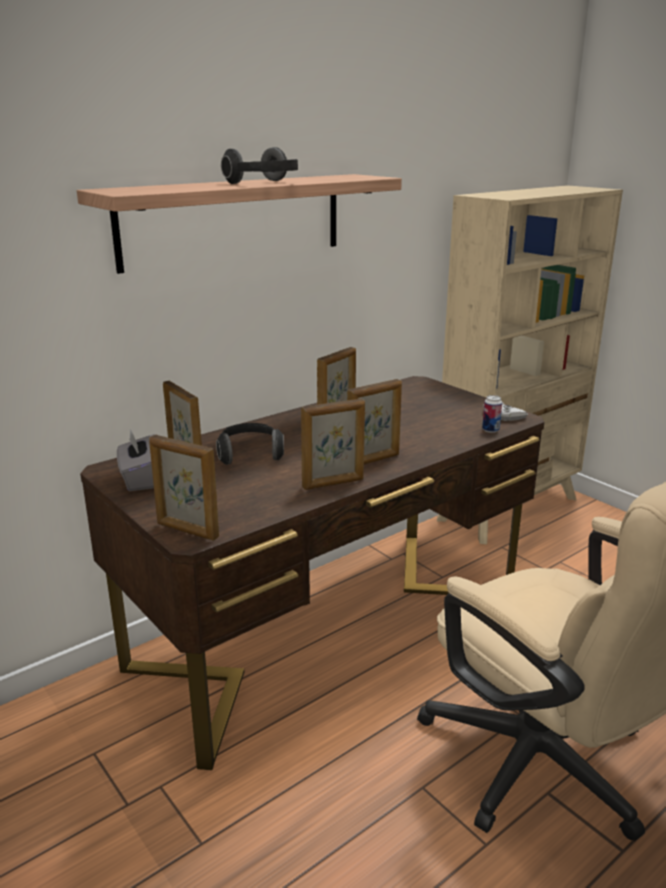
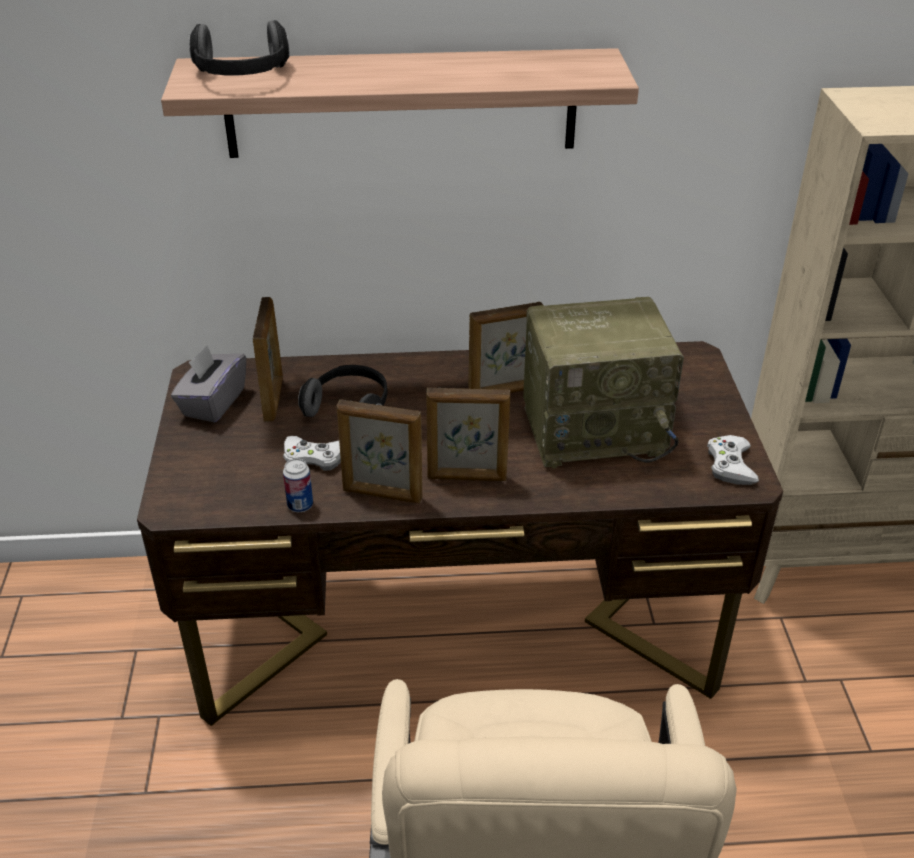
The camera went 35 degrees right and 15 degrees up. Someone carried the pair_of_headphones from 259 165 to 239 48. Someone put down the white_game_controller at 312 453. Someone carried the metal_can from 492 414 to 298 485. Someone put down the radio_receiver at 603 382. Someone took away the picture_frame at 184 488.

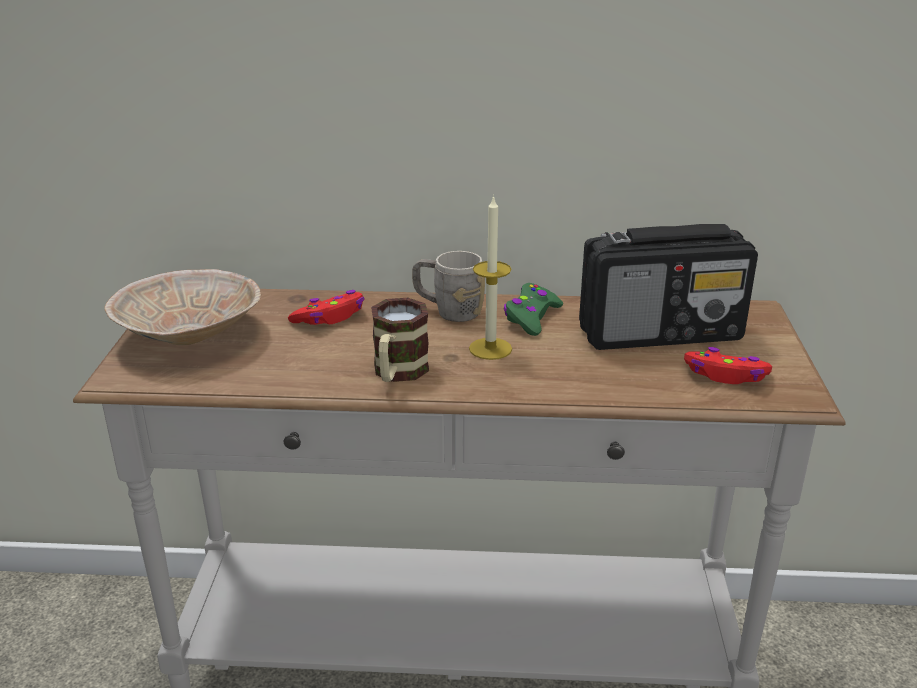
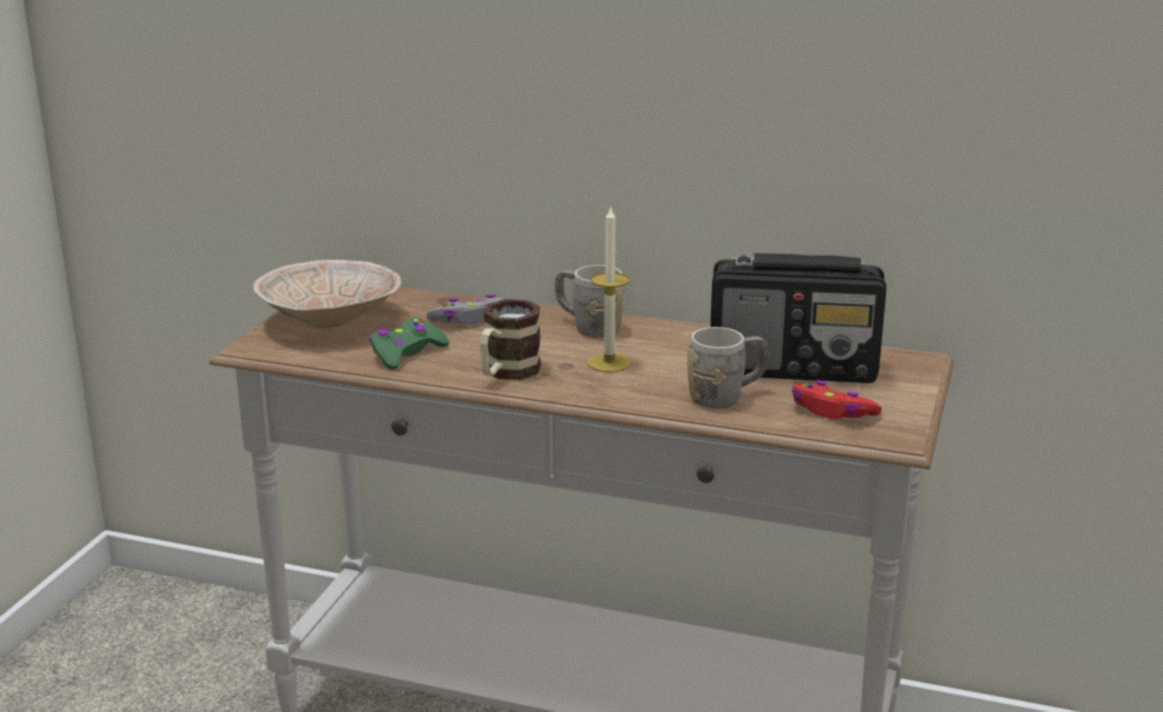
The camera went 15 degrees right and 5 degrees down. Someone carried the green_game_controller from 533 309 to 409 343. Someone repainted the red-coloured_game_controller at 326 307, which became the gray_game_controller at 465 309. Someone put down the gray_mug at 728 367.

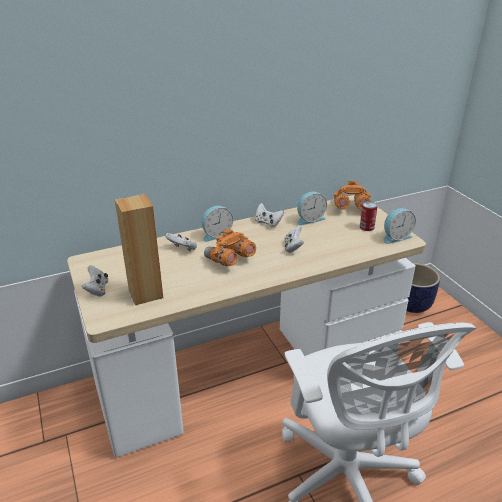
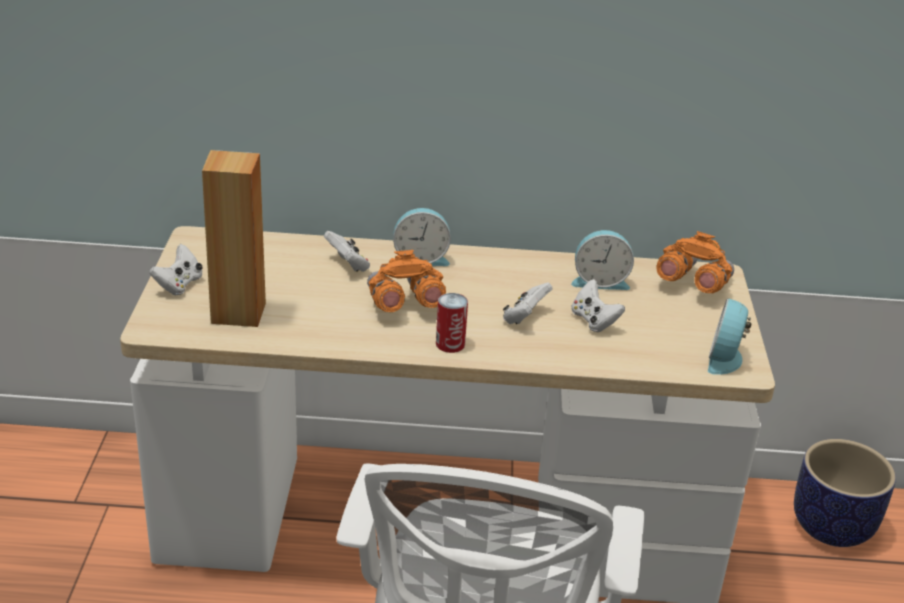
The camera went 25 degrees right and 0 degrees up. Someone carried the metal_can from 369 216 to 452 323. Someone carried the white_game_controller from 269 215 to 598 305. Someone rotated the bedside_clock at 400 226 by 105 degrees clockwise.

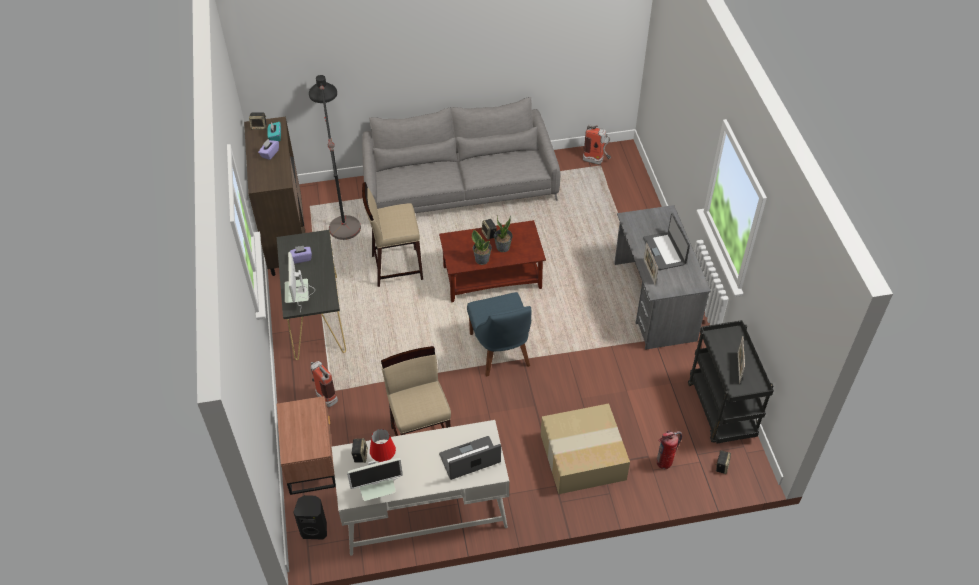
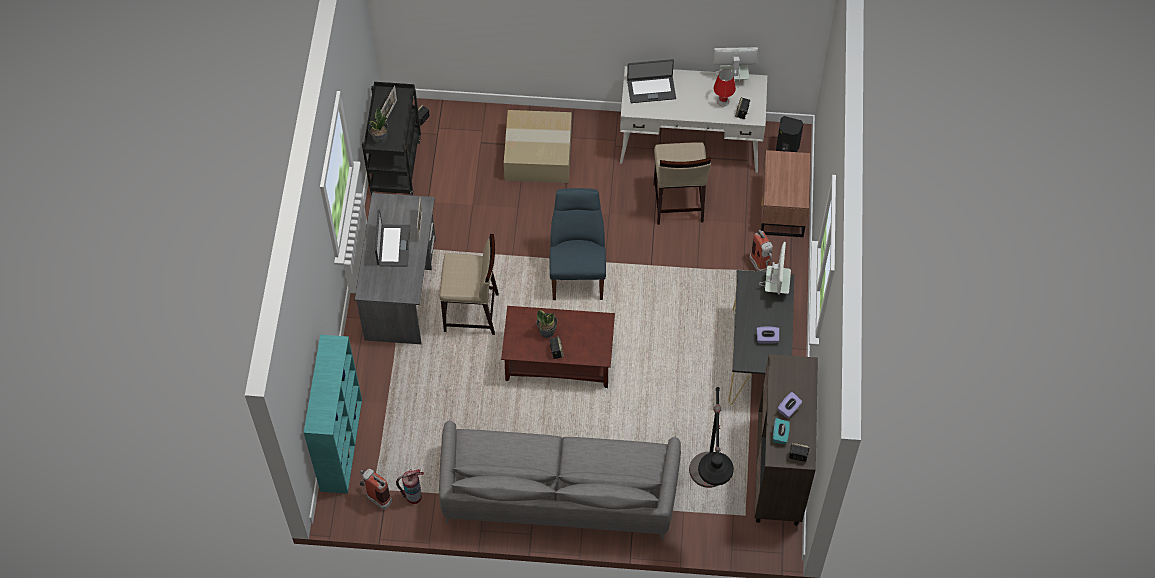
The camera went 165 degrees left and 10 degrees up. Someone put down the blue-green_bookshelf at 333 414. Someone carried the potted_plant from 482 247 to 378 125. Someone carried the fire_extinguisher from 669 449 to 410 486. Someone carried the beige-coloured_stool_seat from 392 234 to 469 284.

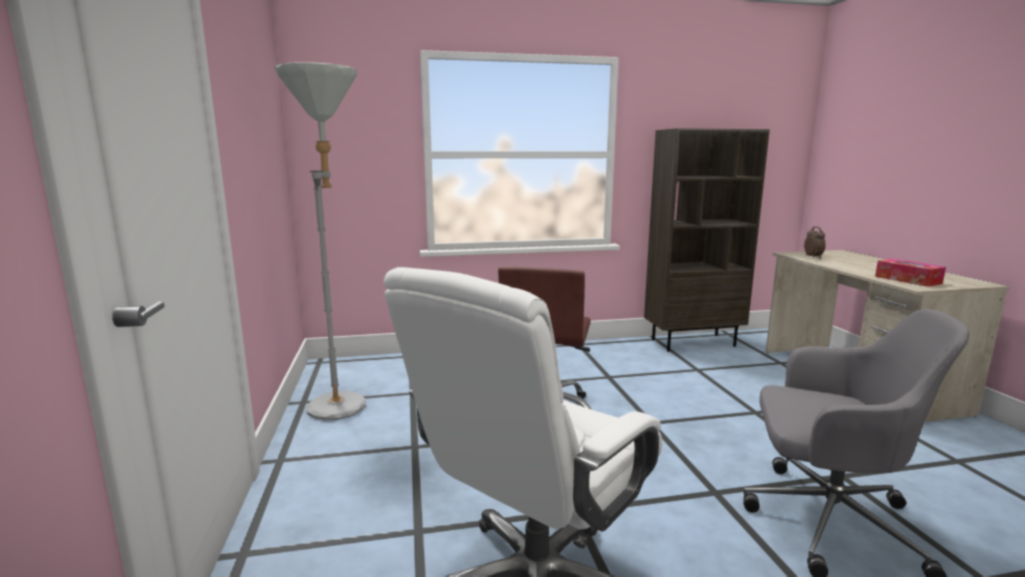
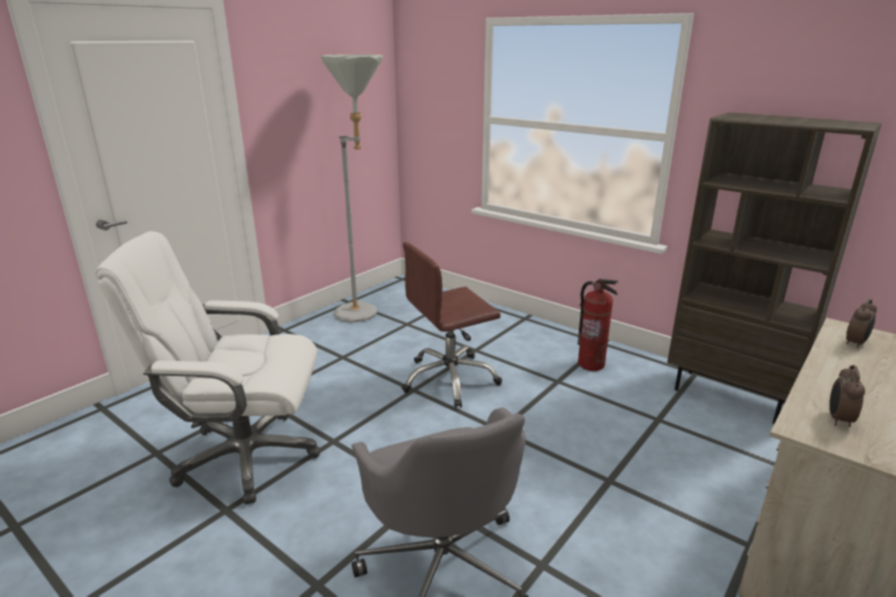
The camera went 50 degrees right and 10 degrees up. Someone put down the fire_extinguisher at 597 324. Someone swapped the box_of_tissues at 910 273 for the bedside_clock at 847 396.

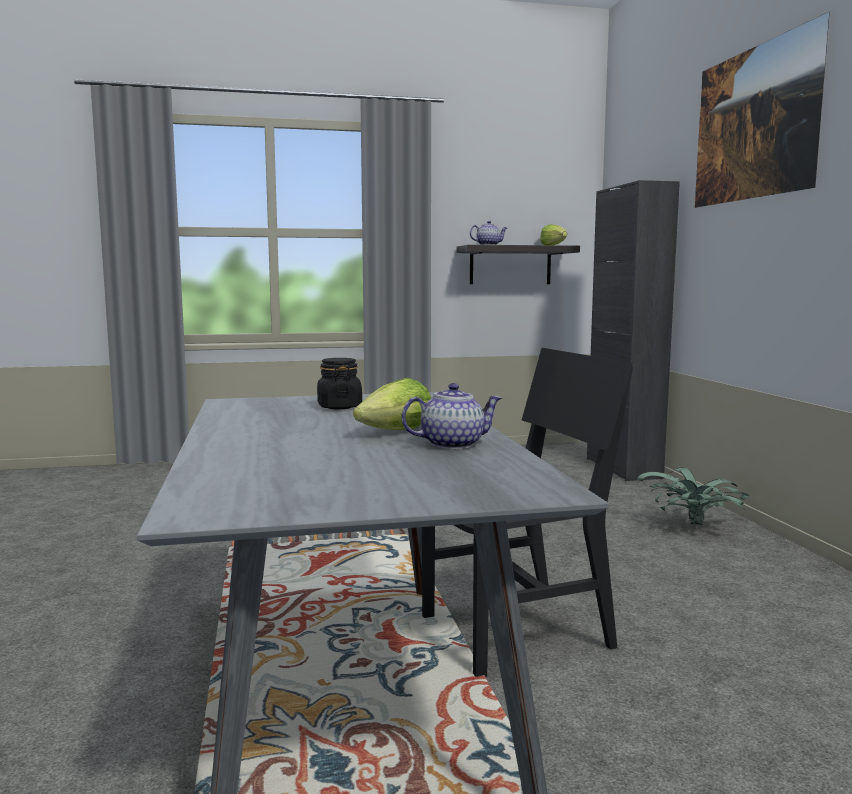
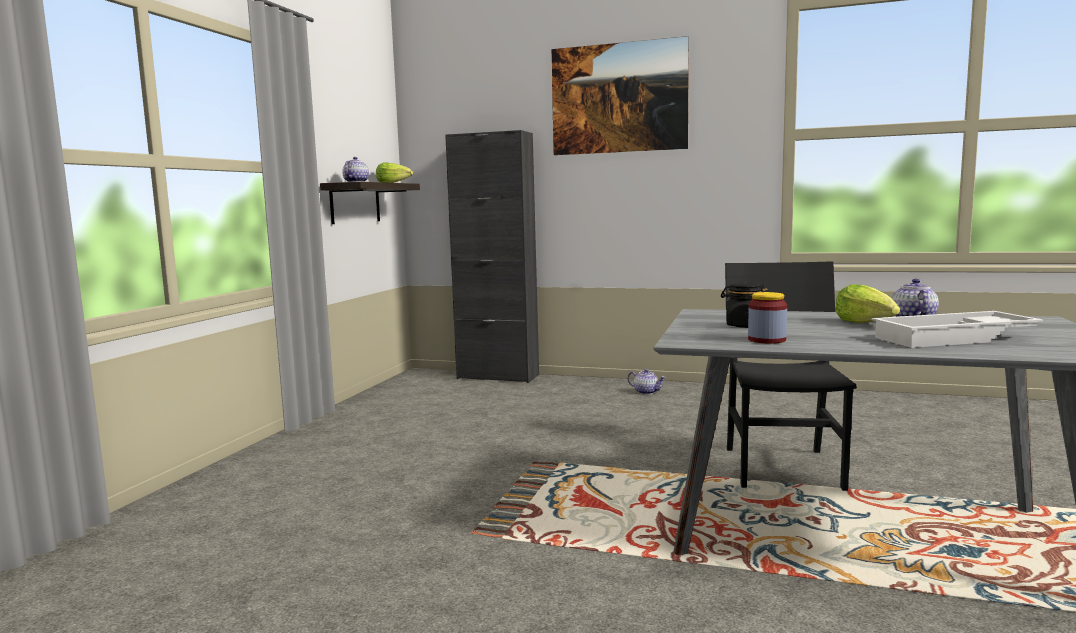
The camera went 60 degrees left and 0 degrees up. Someone swapped the potted_plant at 693 497 for the pot_for_tea at 646 382. Someone put down the preserve_jar at 767 318. Someone put down the white_carrying_tray at 957 329.

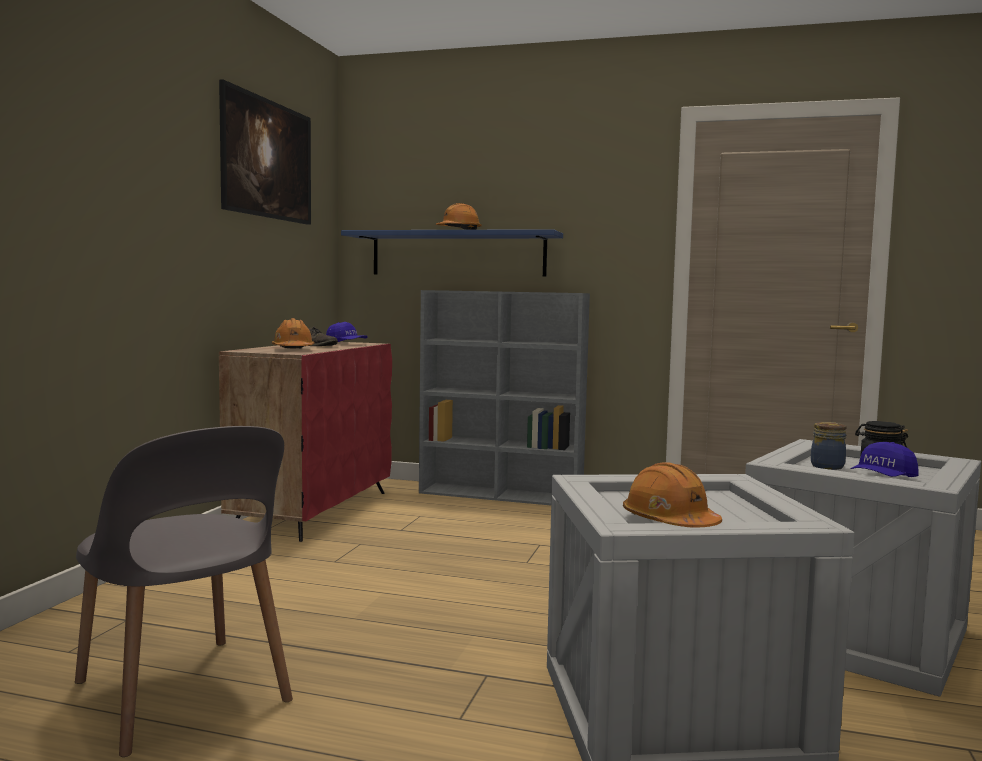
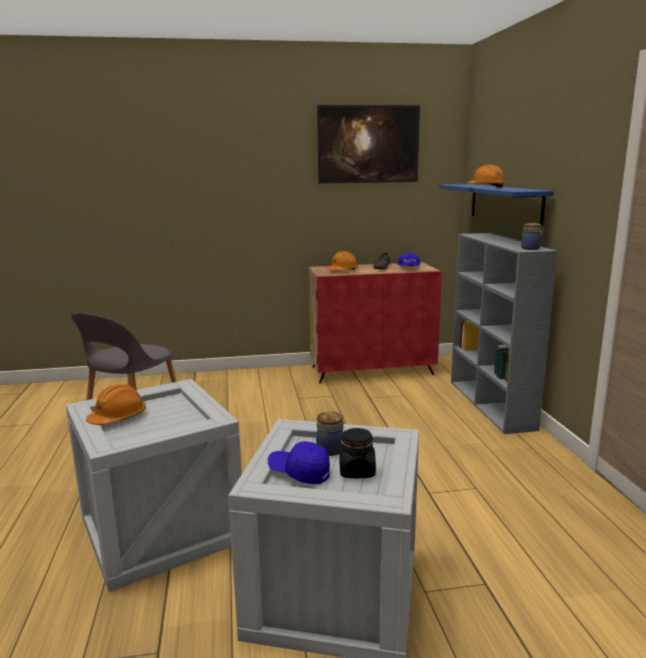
The camera went 65 degrees right and 10 degrees up. Someone put down the preserve_jar at 532 236.

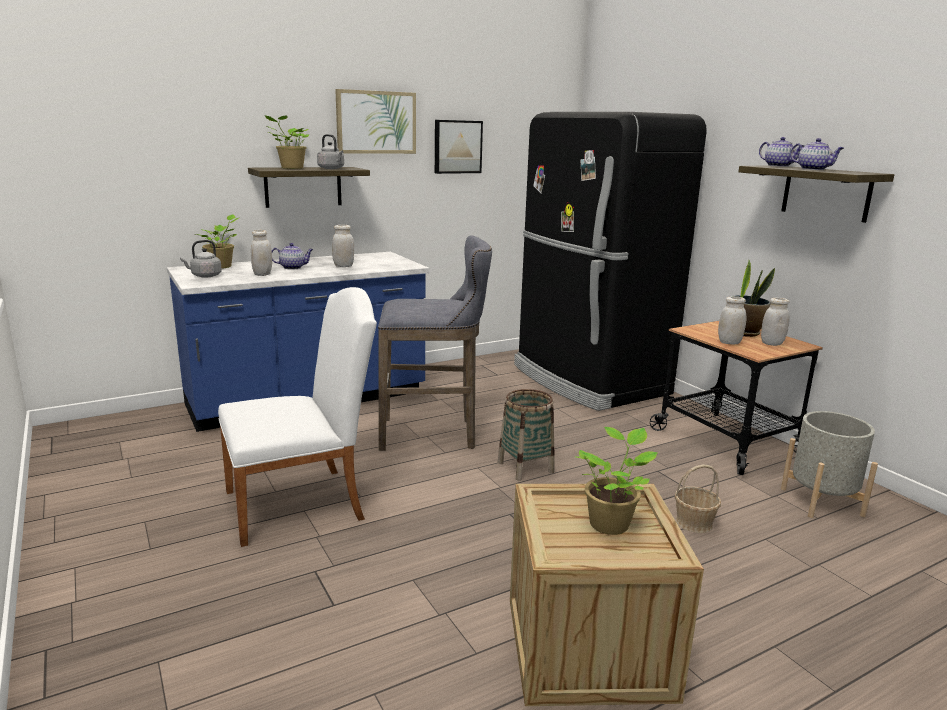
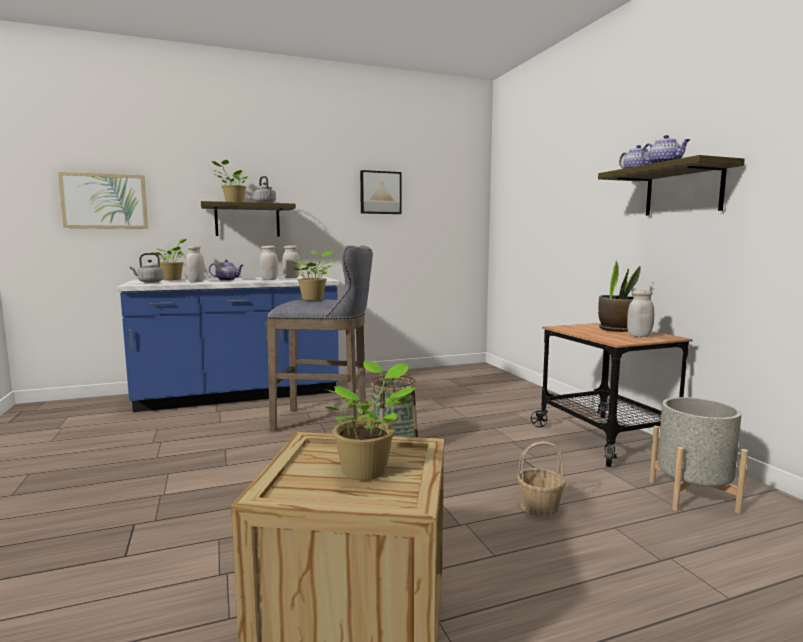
The camera went 10 degrees right and 10 degrees down. Someone carried the wall_picture from 375 121 to 103 200. Someone carried the white_preserve_jar from 732 321 to 291 261. Someone put down the potted_plant at 313 275. Someone took away the white_plain_chair at 297 417. Someone took away the black_refrigerator at 610 261.

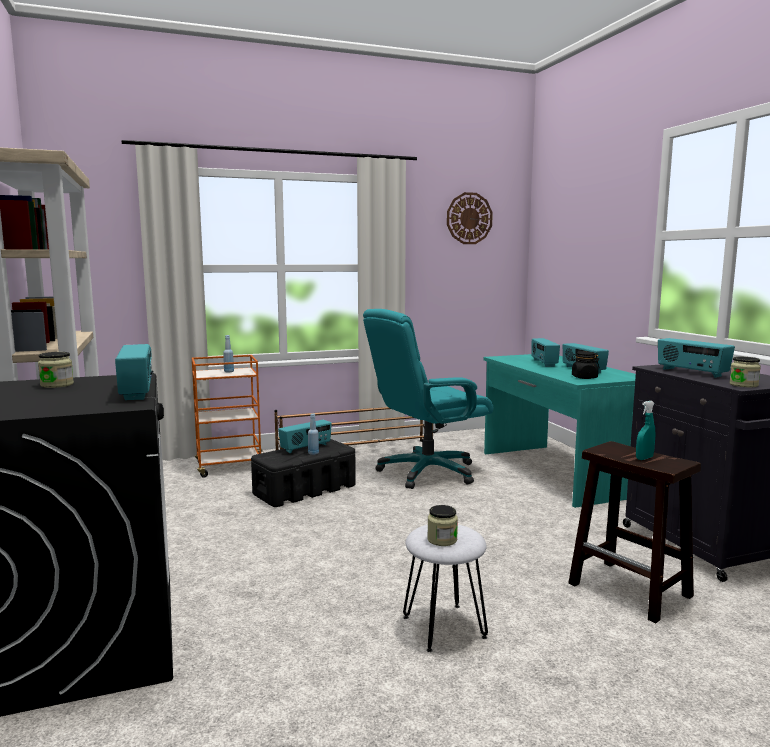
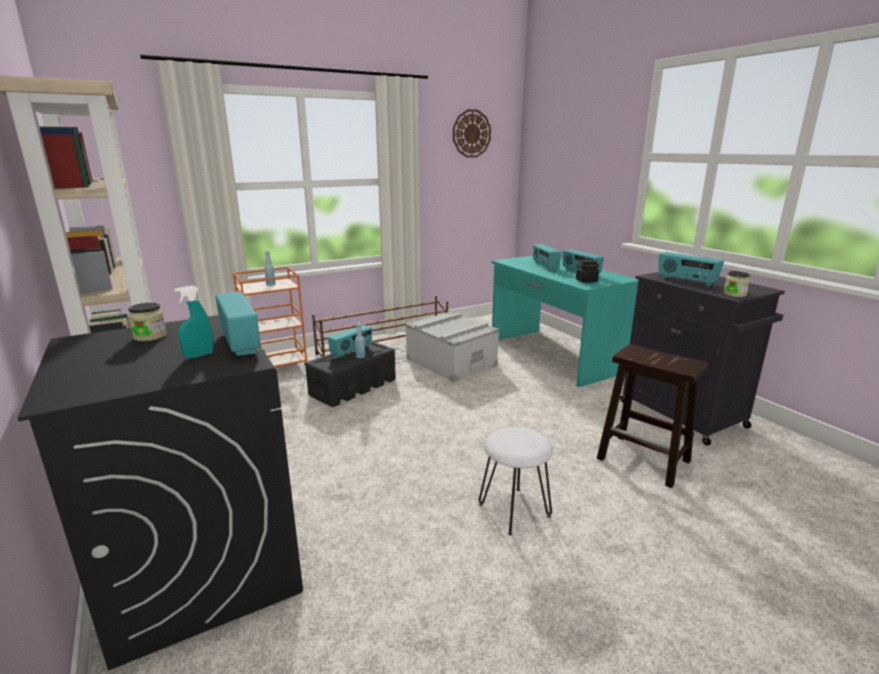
The camera went 10 degrees left and 10 degrees up. Someone carried the blue-green_hand_sprayer from 645 430 to 194 322. Someone swapped the blue-green_computer_chair at 428 399 for the gray_storage_bin at 452 347. Someone took away the preserve_jar at 442 525.

